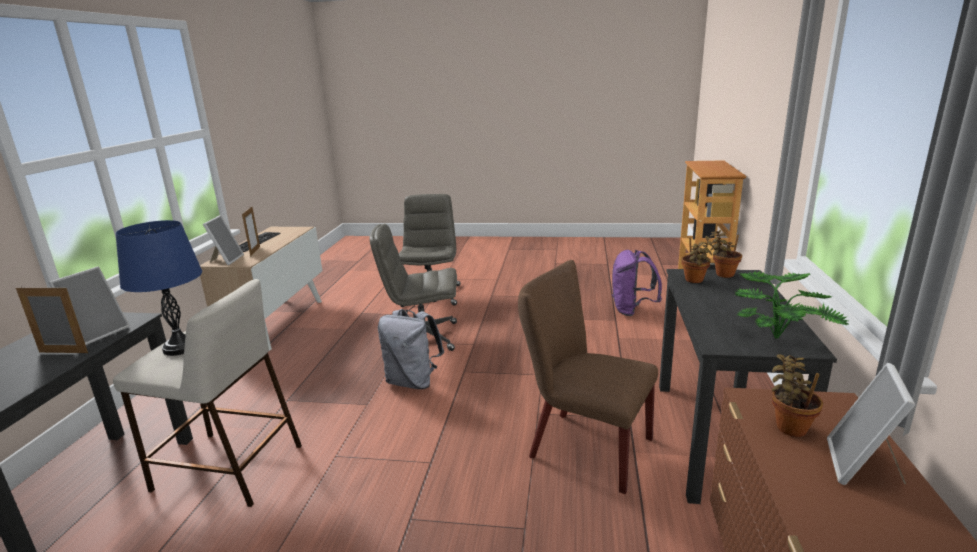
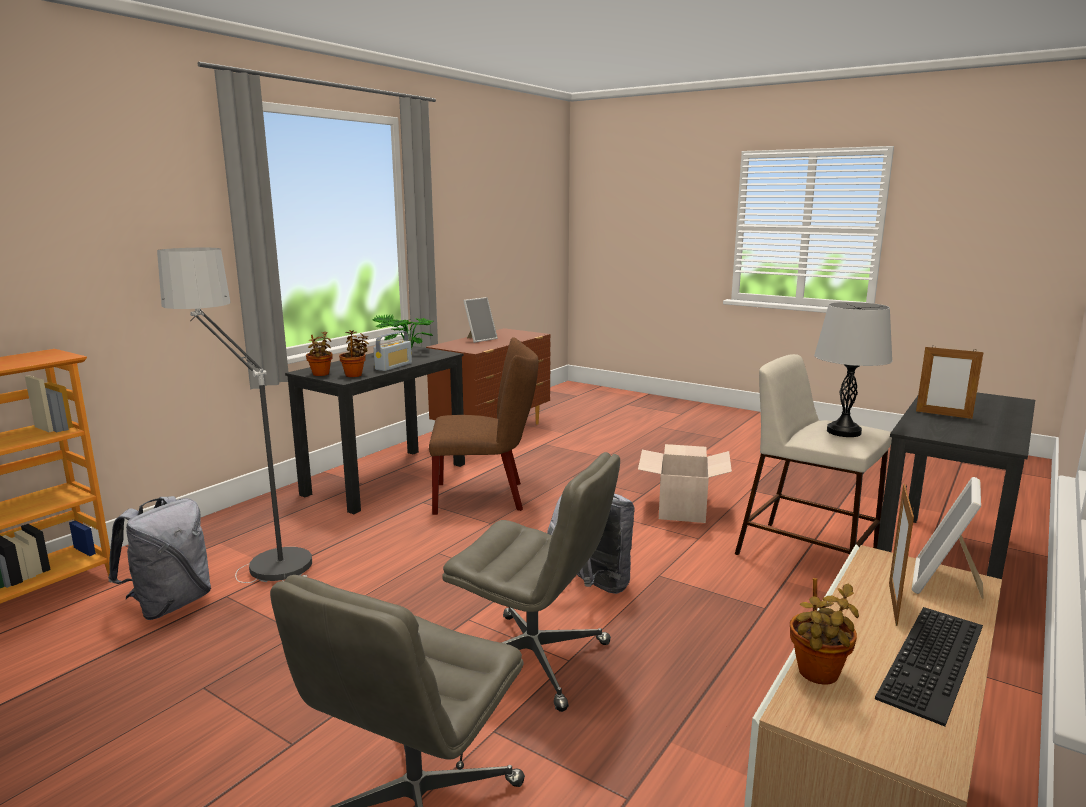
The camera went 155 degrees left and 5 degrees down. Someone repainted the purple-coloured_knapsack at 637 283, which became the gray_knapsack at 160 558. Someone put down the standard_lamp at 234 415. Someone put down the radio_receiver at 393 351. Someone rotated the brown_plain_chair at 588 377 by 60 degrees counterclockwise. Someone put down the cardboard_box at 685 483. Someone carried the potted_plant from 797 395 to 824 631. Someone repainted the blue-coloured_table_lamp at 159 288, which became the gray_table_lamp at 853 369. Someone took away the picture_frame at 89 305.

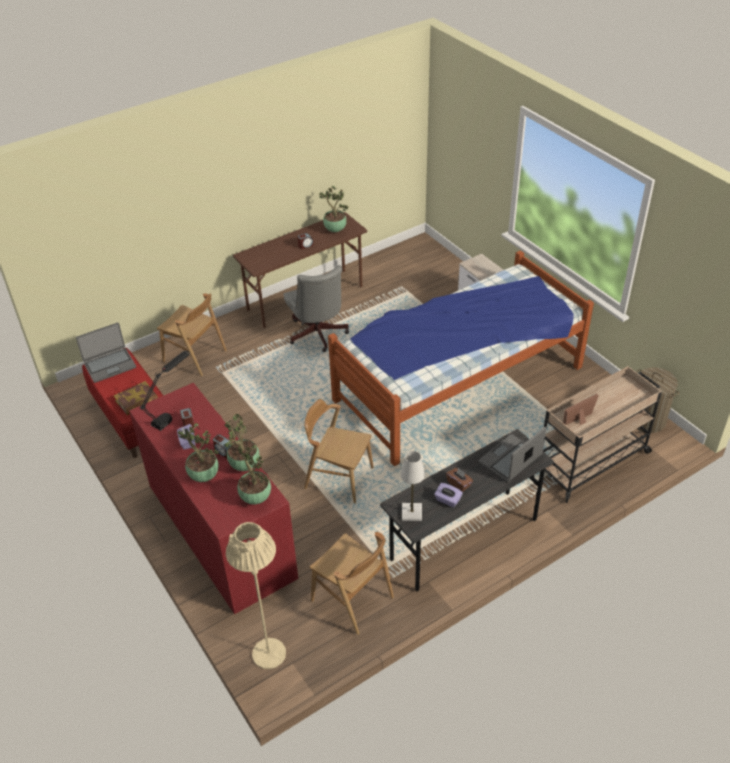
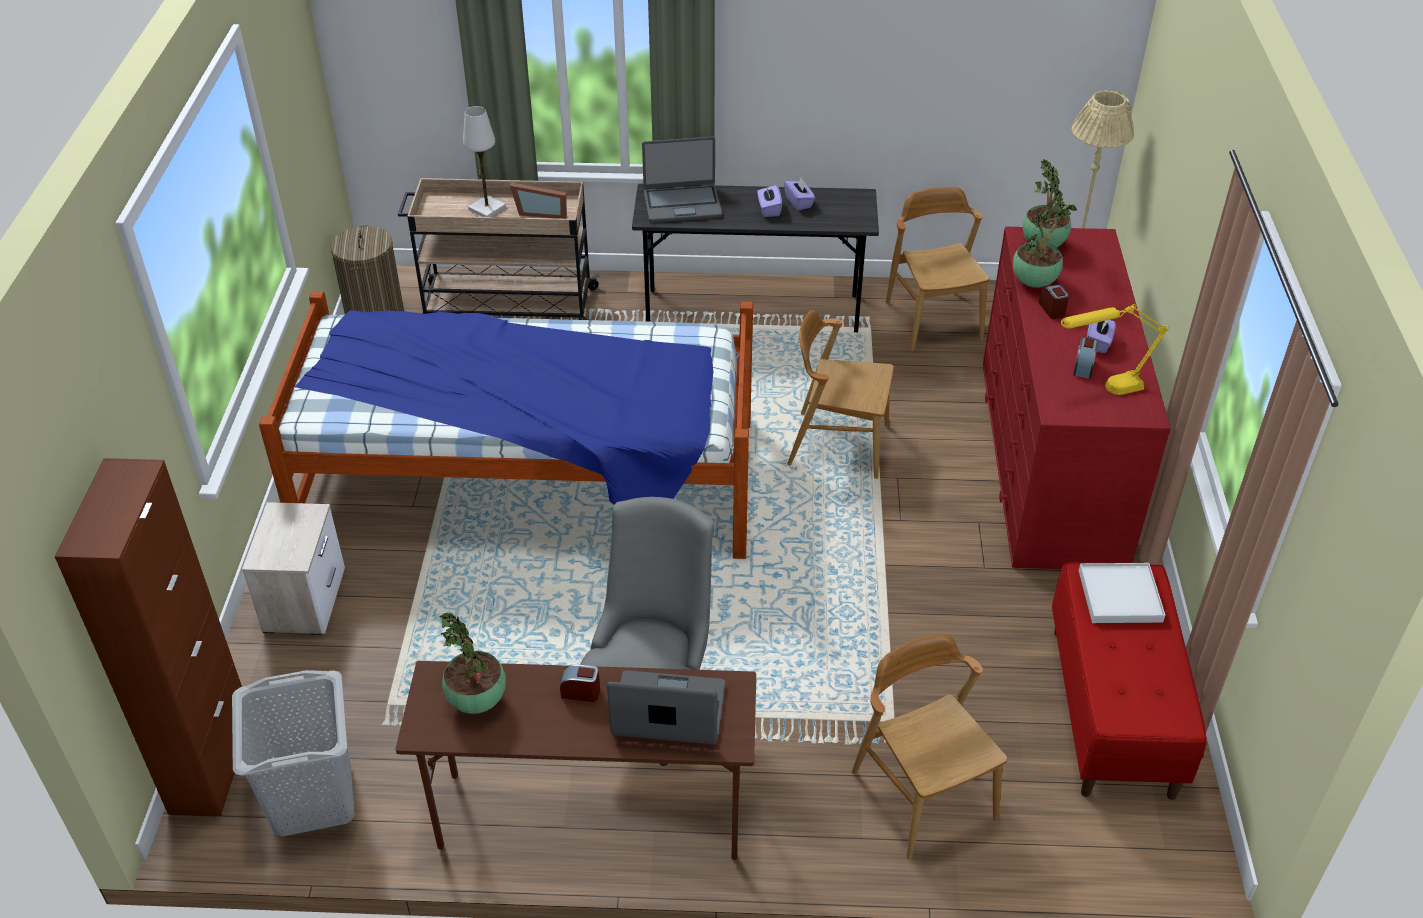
The camera went 145 degrees left and 0 degrees up. Someone put down the brown_cupboard at 148 637. Someone put down the gray_laundry_basket at 293 753. Someone carried the white_table_lamp from 412 486 to 484 161. Someone carried the portable_computer from 106 353 to 666 707. Someone repainted the brown_box_of_tissues at 459 480, which became the purple-coloured_box_of_tissues at 769 201. Someone rotated the brown_plain_chair at 339 451 by 135 degrees clockwise. Someone repainted the black_table_lamp at 165 391, which became the yellow-coloured_table_lamp at 1115 349. Someone swapped the bound_book at 136 398 for the white_carrying_tray at 1122 593. Someone took away the potted_plant at 198 452.

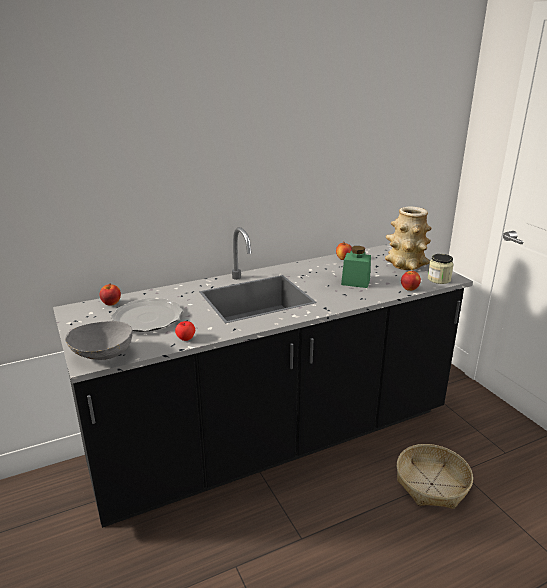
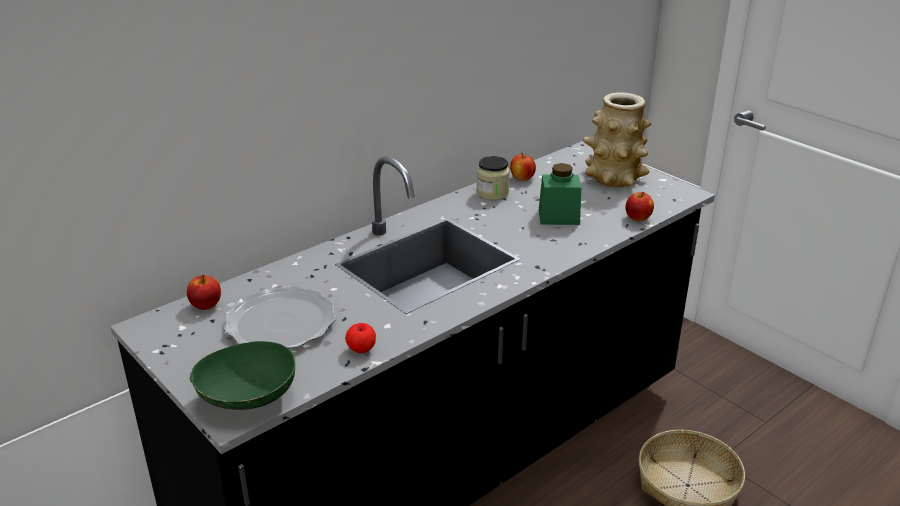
The camera went 15 degrees left and 5 degrees up. Someone repainted the gray_bowl at 98 340, which became the green_bowl at 242 375. Someone carried the preserve_jar from 441 269 to 493 178.

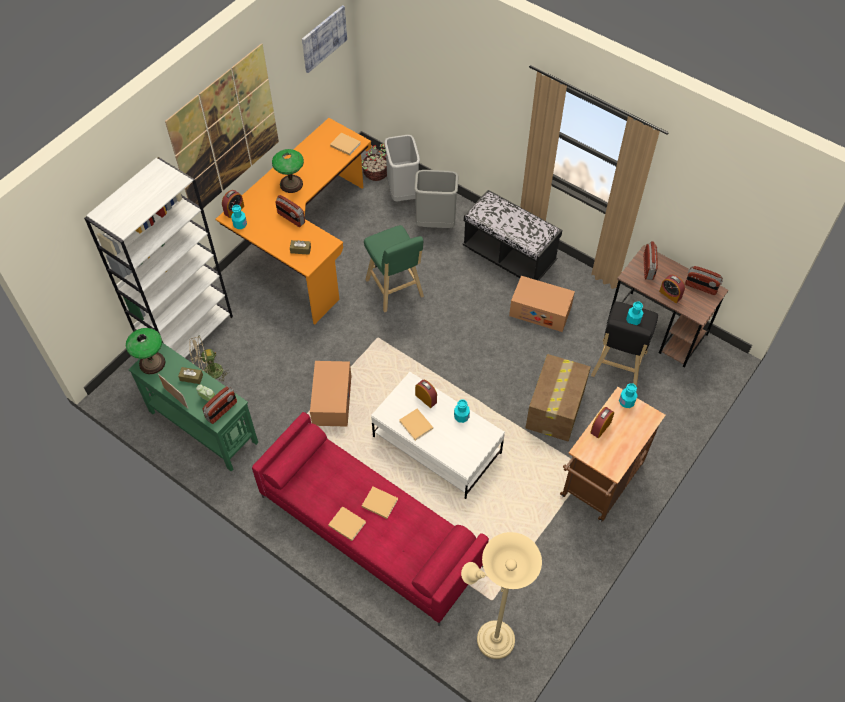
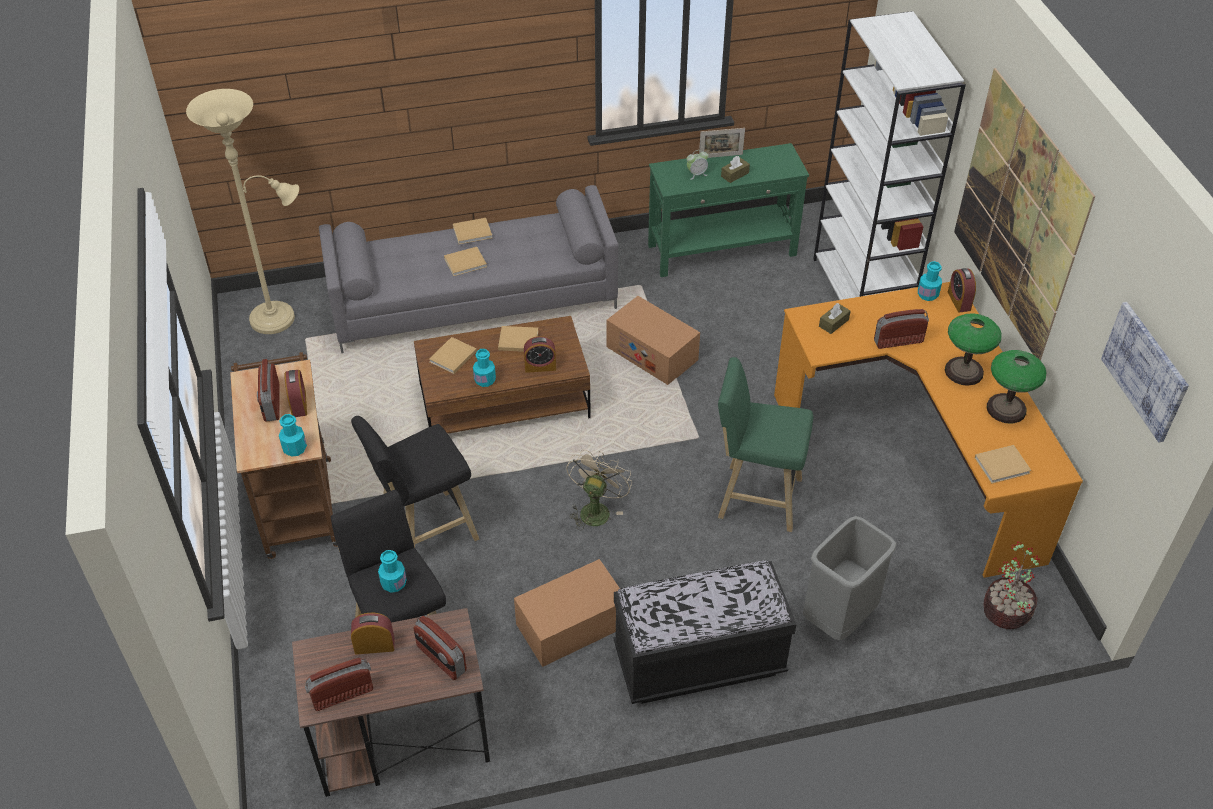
The camera went 130 degrees right and 10 degrees down. Someone carried the radio_receiver from 219 405 to 268 390. Someone repainted the red-coloured_sofa at 370 519, which became the gray_sofa at 468 269. Someone swapped the cardboard_box at 558 397 for the black_stool_seat at 415 482. Someone repainted the white_low_table at 438 435, which became the brown_low_table at 502 375. Someone put down the beige-coloured_bound_book at 453 355. Someone carried the beige-coloured_cooling_fan from 209 358 to 599 490. Someone carried the table_lamp from 145 351 to 1017 387. Someone took away the gray_waste_bin at 402 168.

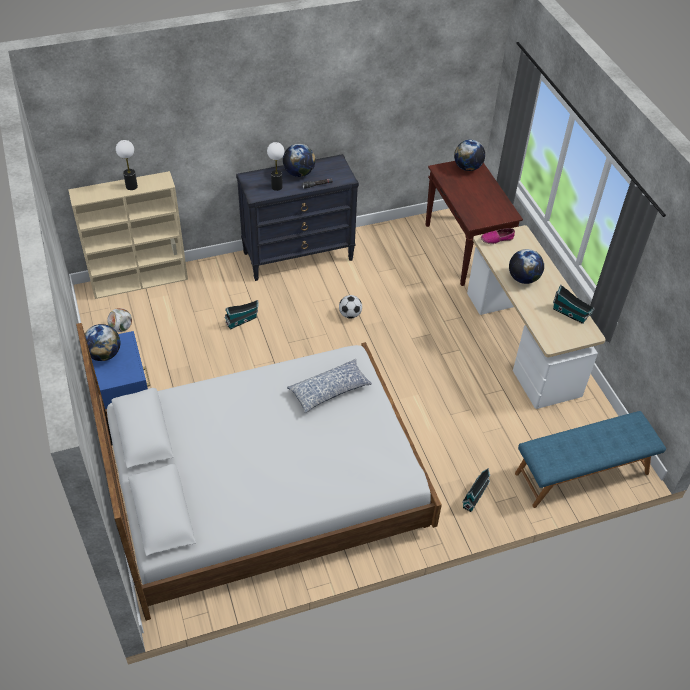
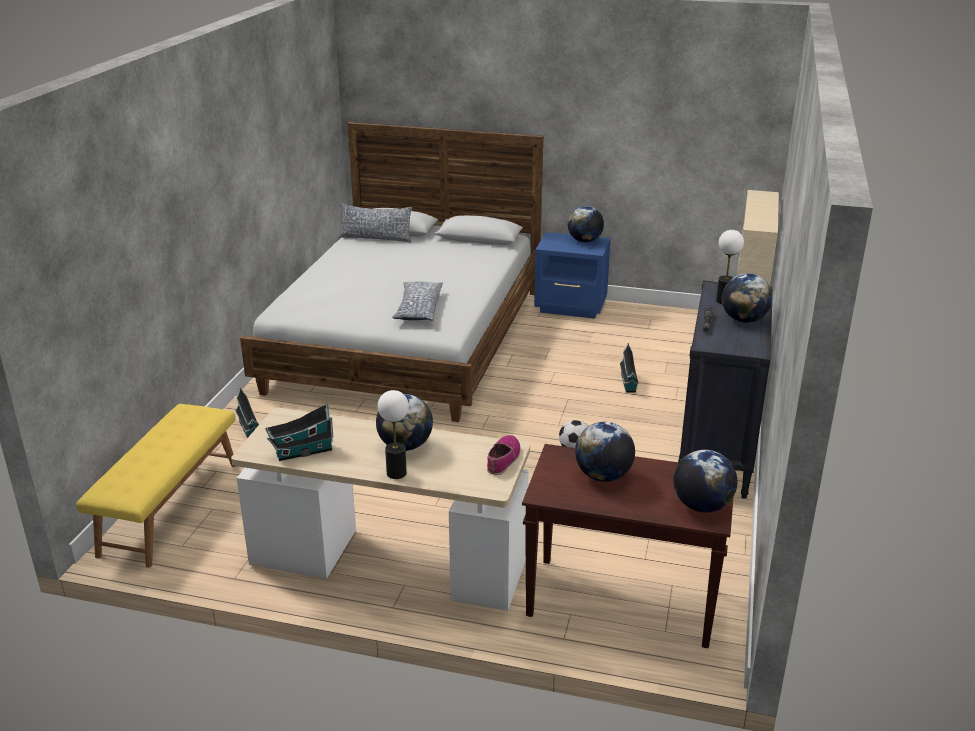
The camera went 125 degrees right and 20 degrees down. Someone repainted the blue-coloured_indoor_bench at 590 459, which became the yellow-coloured_indoor_bench at 156 486. Someone put down the cushion at 375 222. Someone carried the table_lamp from 127 165 to 393 434. Someone put down the desk_globe at 605 452. Someone took away the ball_for_football at 119 320.

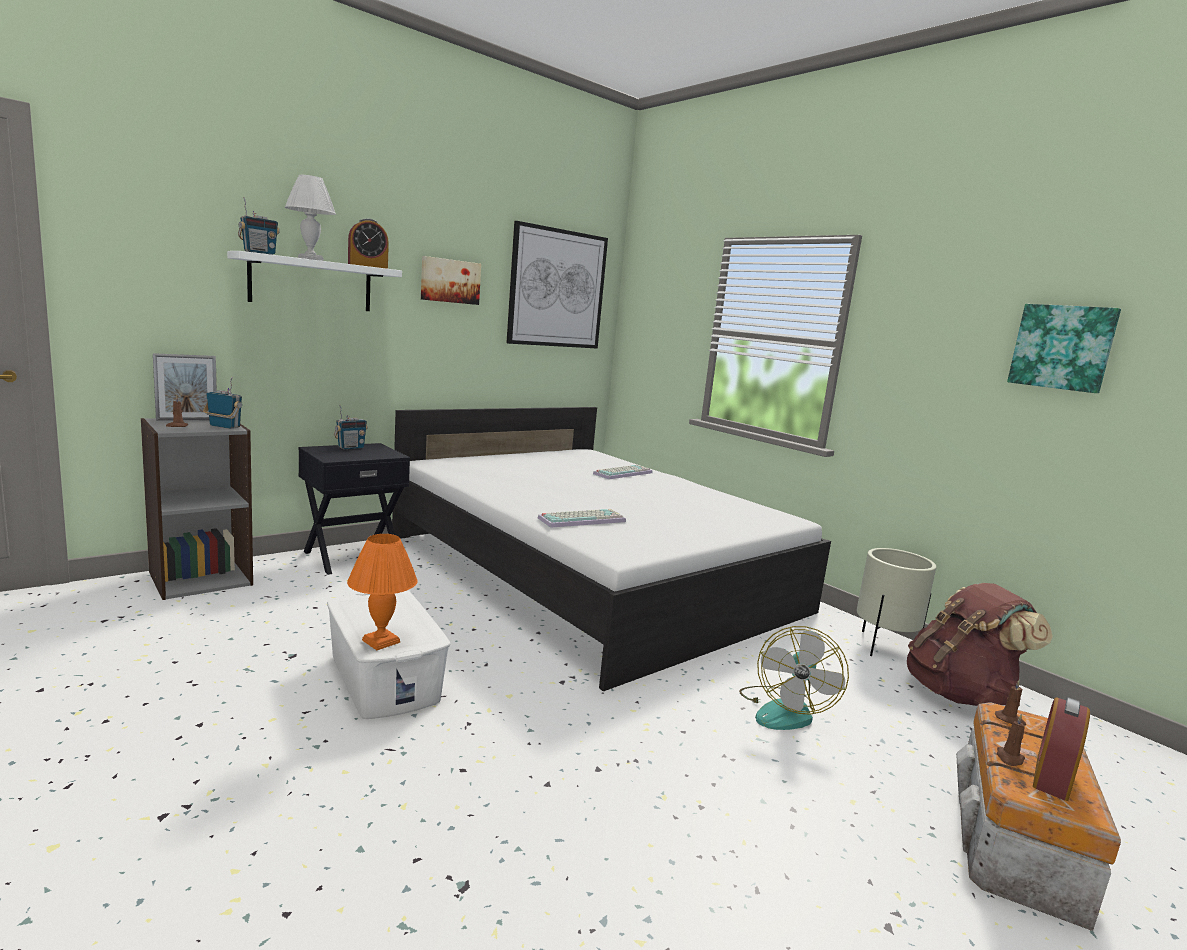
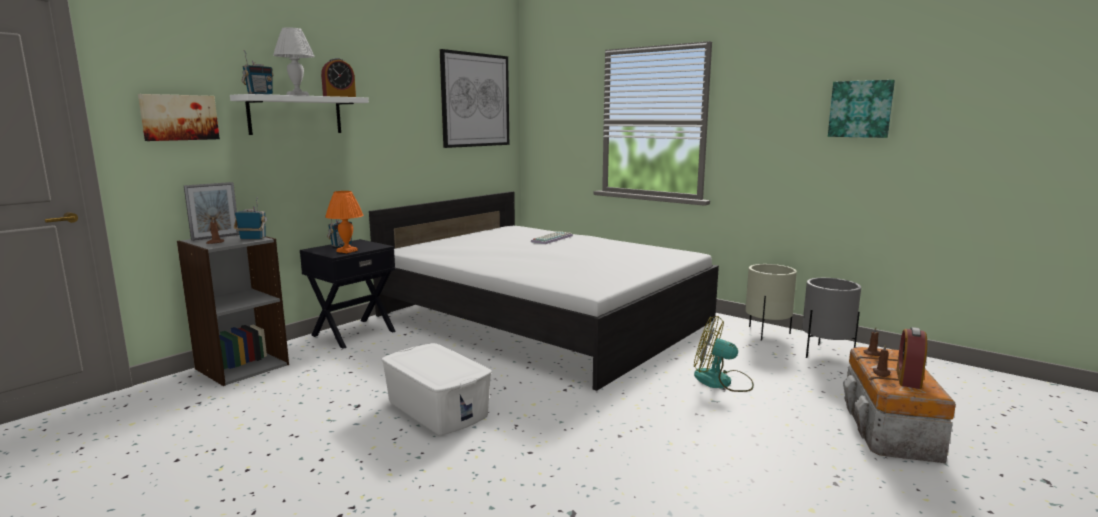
The camera went 10 degrees left and 0 degrees up. Someone carried the wall_picture from 451 280 to 179 117. Someone carried the orange-coloured_table_lamp from 382 592 to 344 222. Someone rotated the cooling_fan at 794 678 by 105 degrees clockwise. Someone swapped the brown_knapsack at 980 644 for the gray_flower_pot at 831 318. Someone took away the computer_keyboard at 582 518.

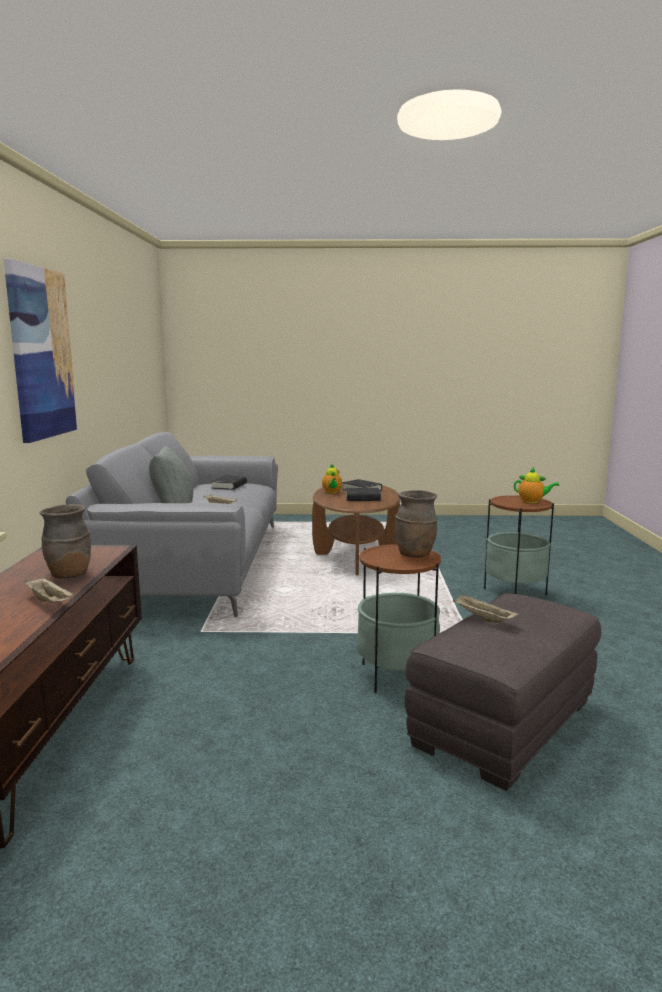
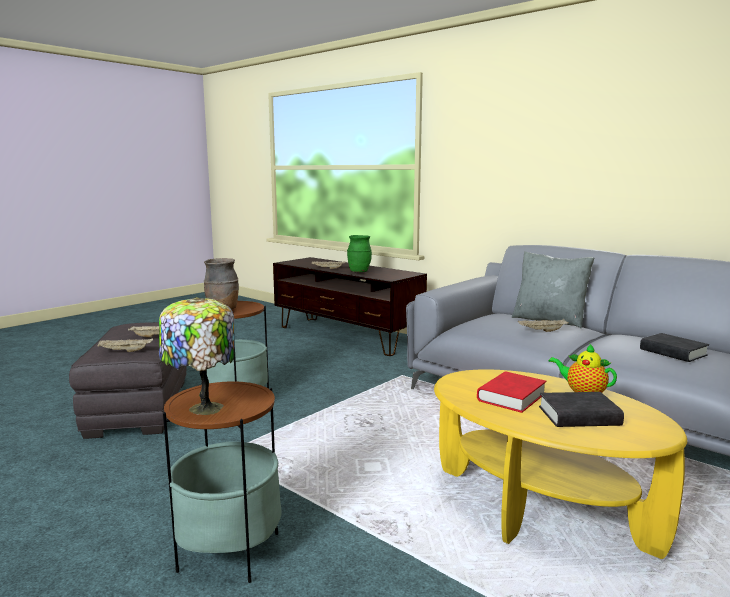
The camera went 130 degrees right and 0 degrees up. Someone put down the beige-coloured_carrying_tray at 125 345. Someone swapped the pot_for_tea at 536 485 for the table_lamp at 197 356. Someone repainted the brown_flower_vase at 65 541, which became the green_flower_vase at 359 254. Someone repainted the brown_low_table at 356 529, which became the yellow-coloured_low_table at 560 464. Someone repainted the black_bound_book at 363 494, which became the red-coloured_bound_book at 511 392. Someone took away the wall_picture at 41 351.

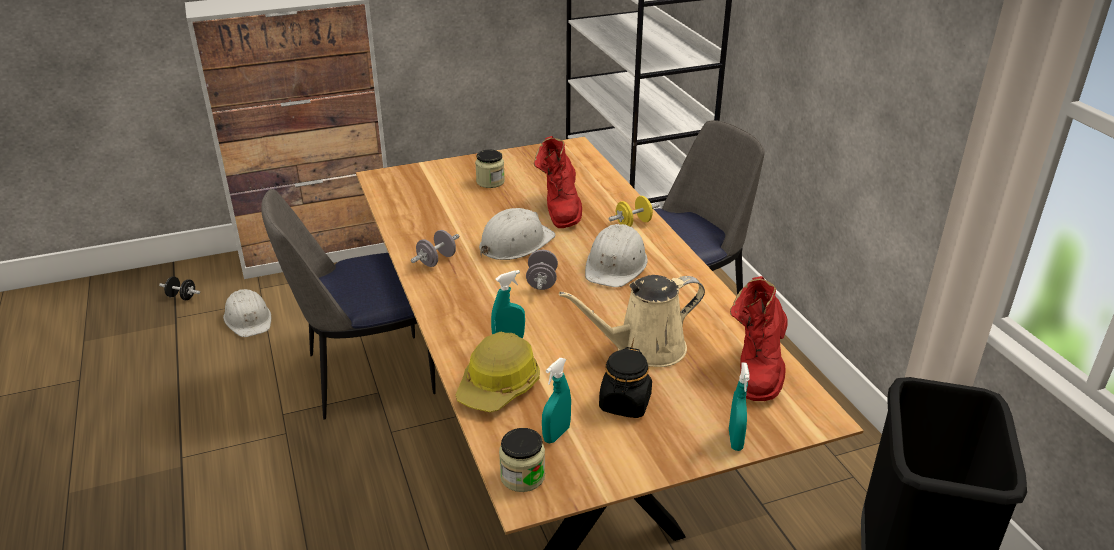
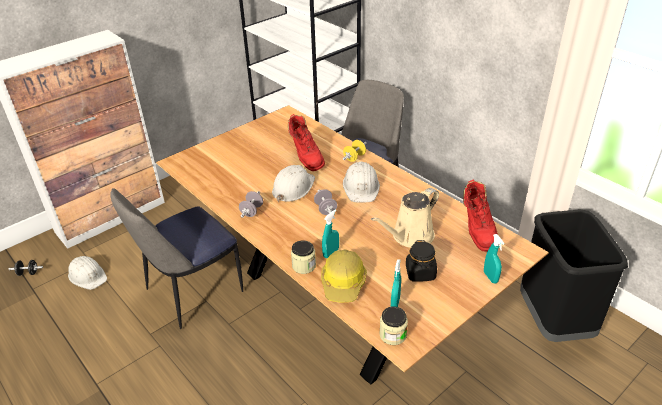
The camera went 20 degrees left and 5 degrees up. Someone carried the preserve_jar from 490 169 to 303 257.

